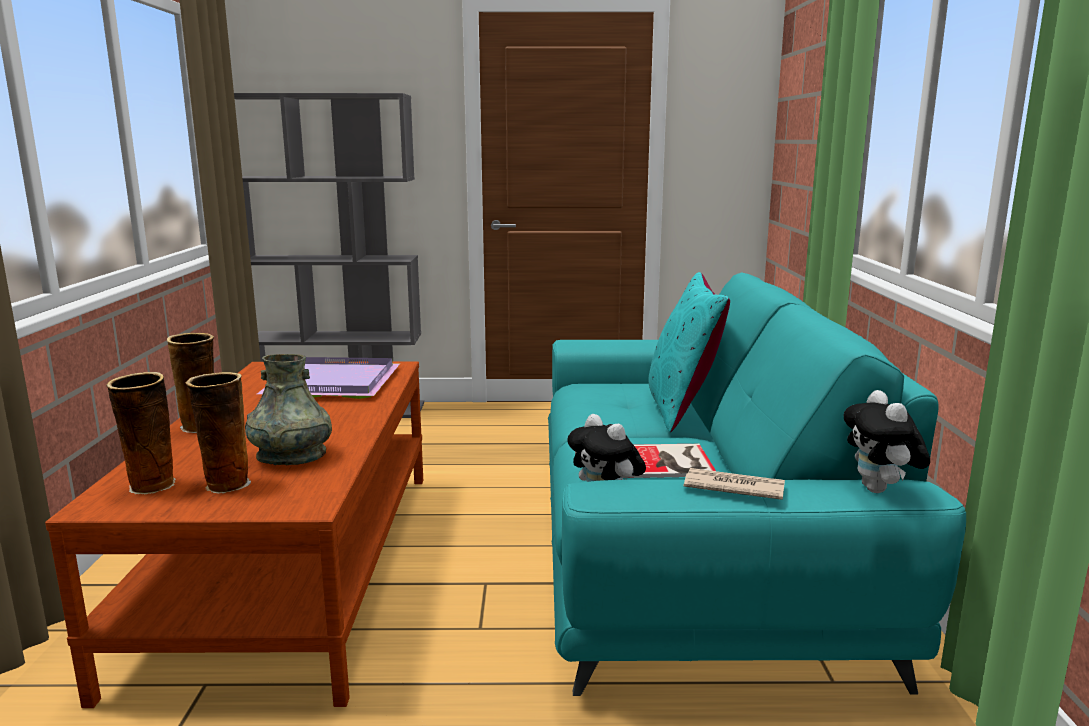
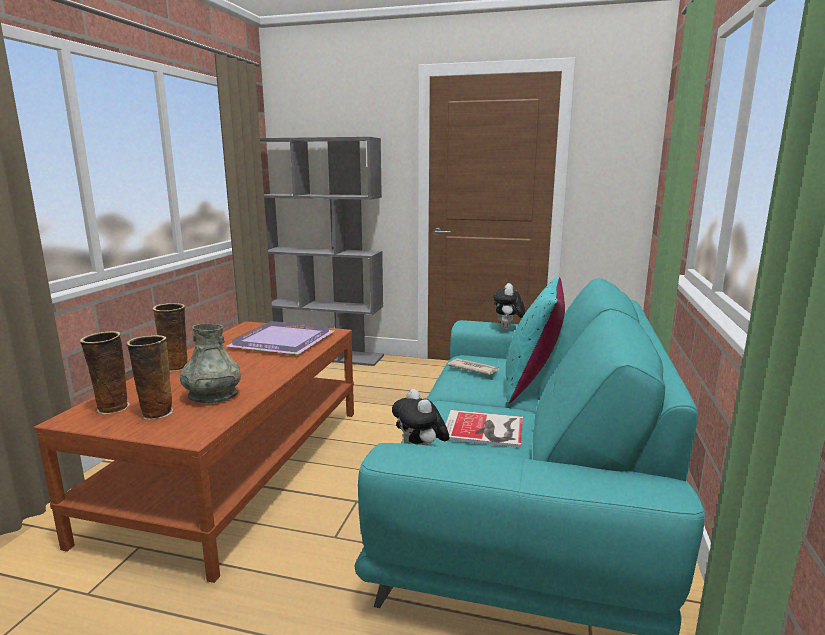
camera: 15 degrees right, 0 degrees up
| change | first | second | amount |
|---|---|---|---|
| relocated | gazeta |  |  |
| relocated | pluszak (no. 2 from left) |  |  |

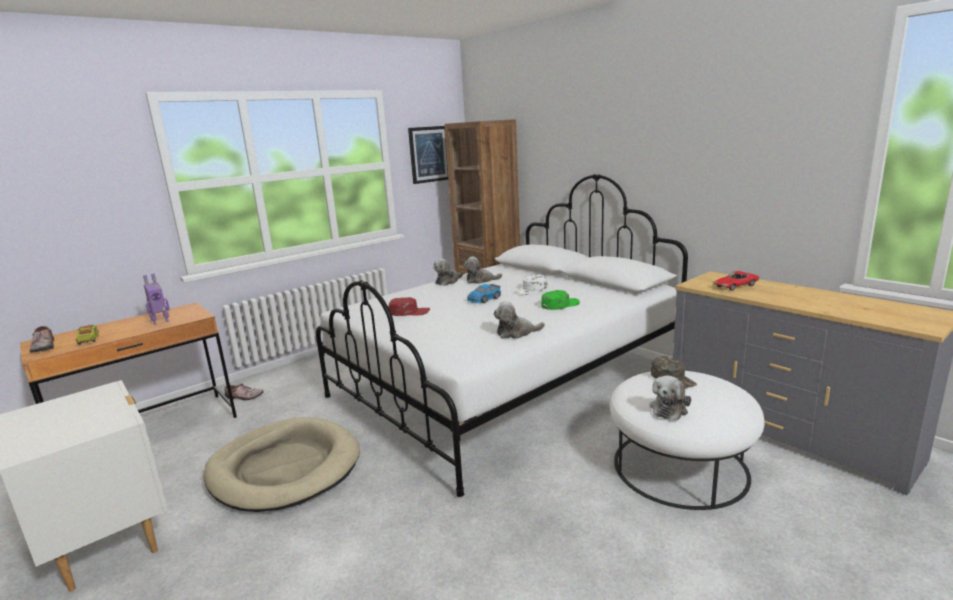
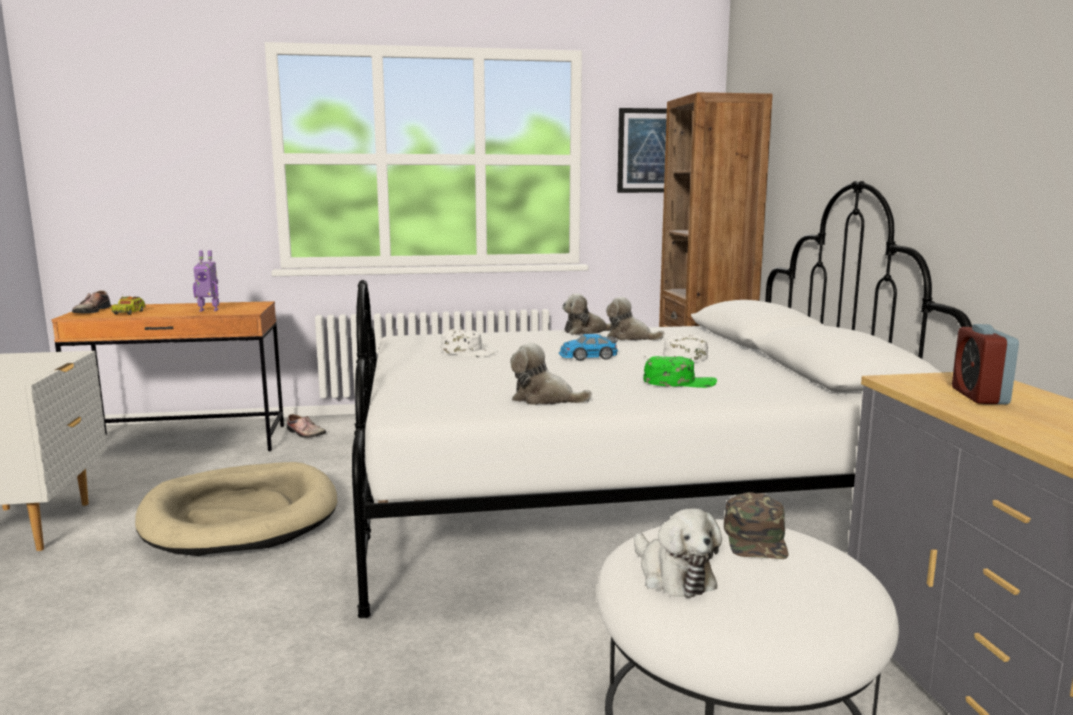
camera: 30 degrees right, 5 degrees down
| change | first | second | amount |
|---|---|---|---|
| colour | czapka z daszkiem [czerwony] | czapka z daszkiem [biały] (no. 1 from left) |  |
| spun | pluszak (no. 4 from left) |  | 90 degrees counterclockwise |
| exchanged | samochodzik (no. 2 from left) | budzik |  |

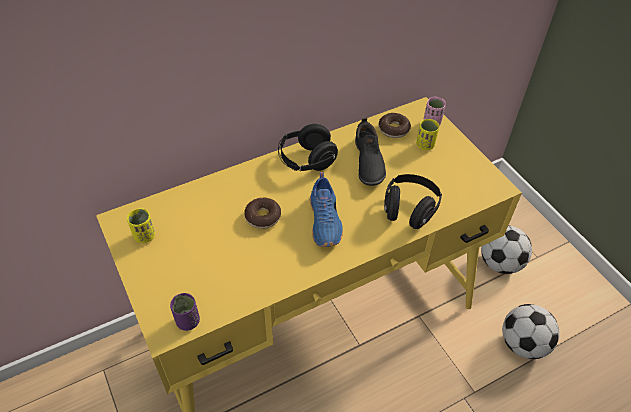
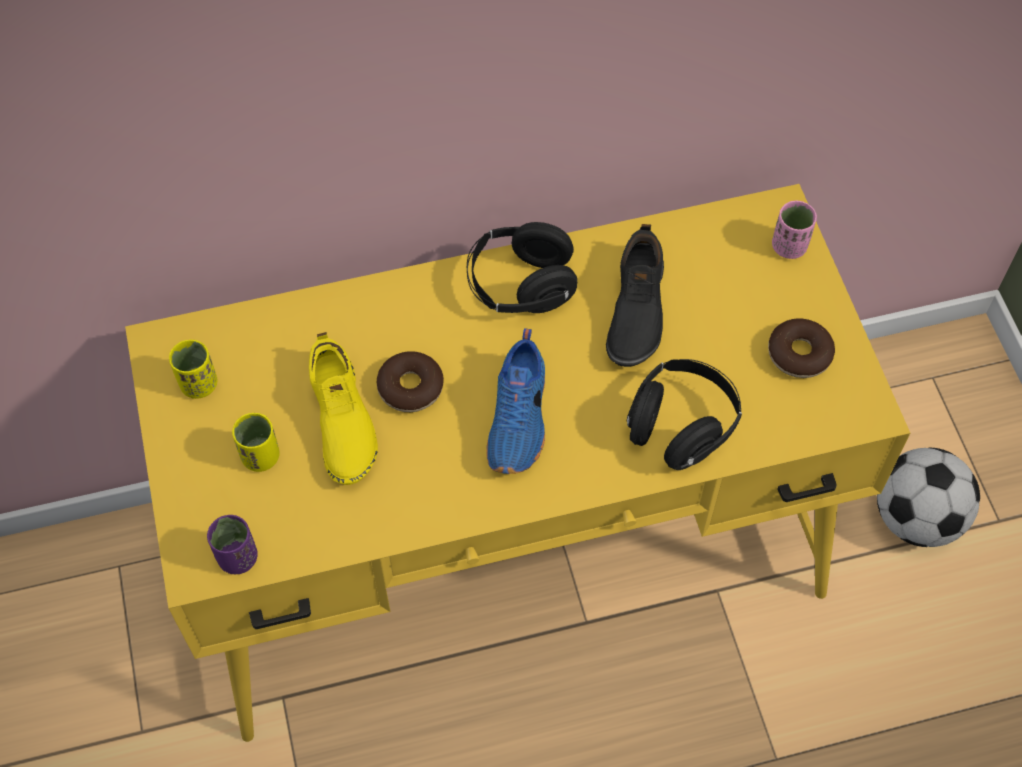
camera: 15 degrees right, 10 degrees up
| change | first | second | amount |
|---|---|---|---|
| relocated | donut (no. 2 from left) |  |  |
| relocated | filiżanka [żółty] (no. 2 from left) |  |  |
| missing | piłka futbolowa (no. 2 from left) |  |  |
| appeared |  | but [żółty] |  |

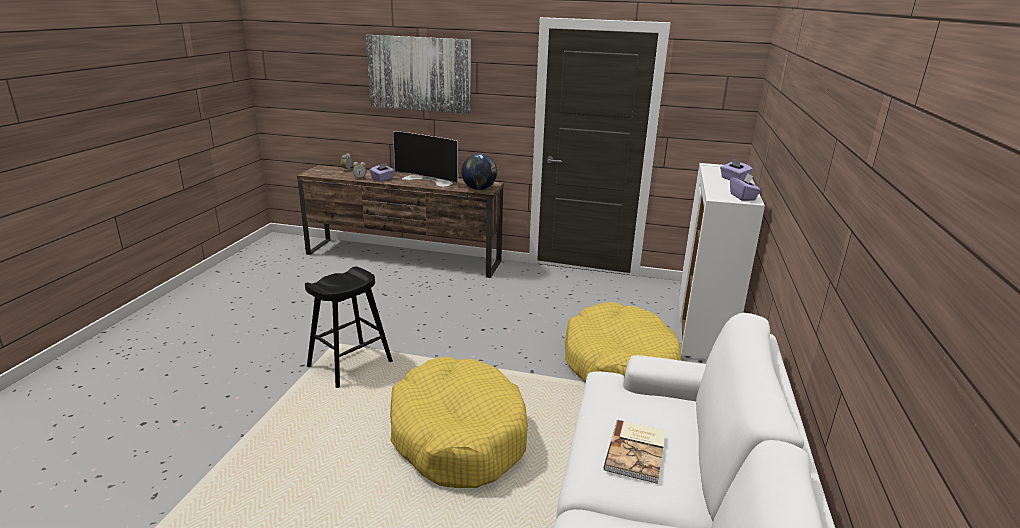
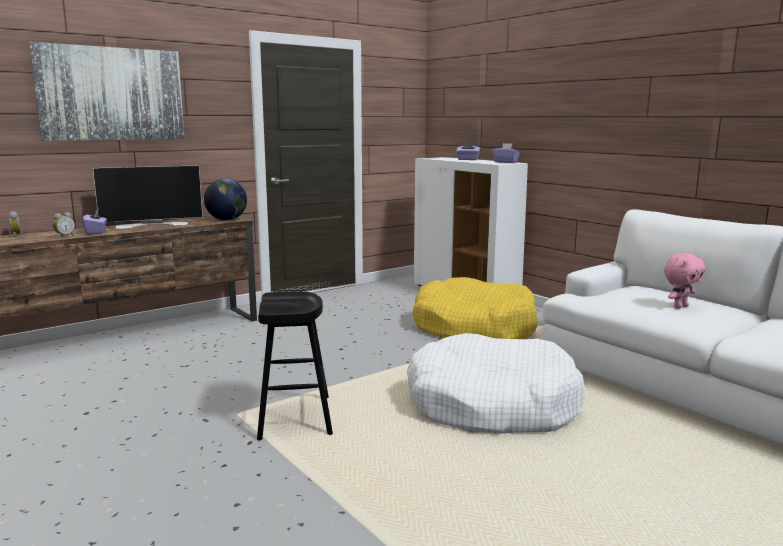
camera: 50 degrees left, 10 degrees down
| change | first | second | amount |
|---|---|---|---|
| colour | legowisko [żółty] (no. 1 from left) | legowisko [biały] |  |
| exchanged | książka | pluszak [różowy] |  |

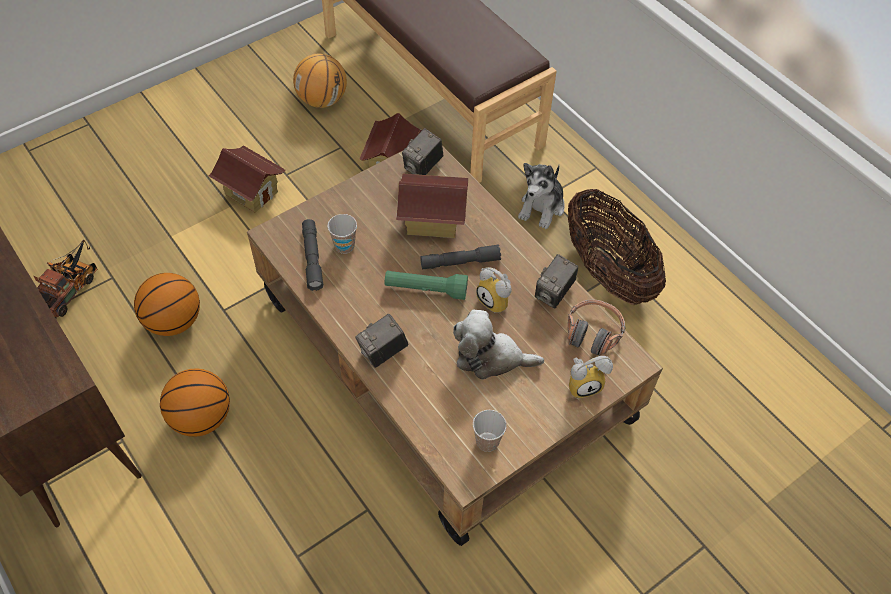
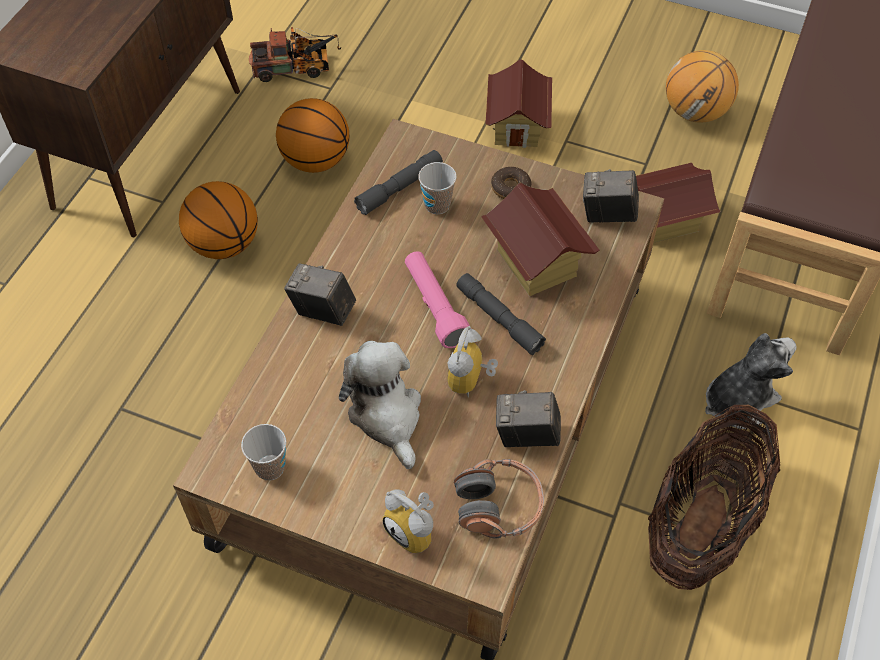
camera: 60 degrees right, 0 degrees up
| change | first | second | amount |
|---|---|---|---|
| colour | latarka [zielony] | latarka [różowy] |  |
| spun | pluszak (no. 2 from left) |  | 150 degrees clockwise |
| appeared |  | donut |  |

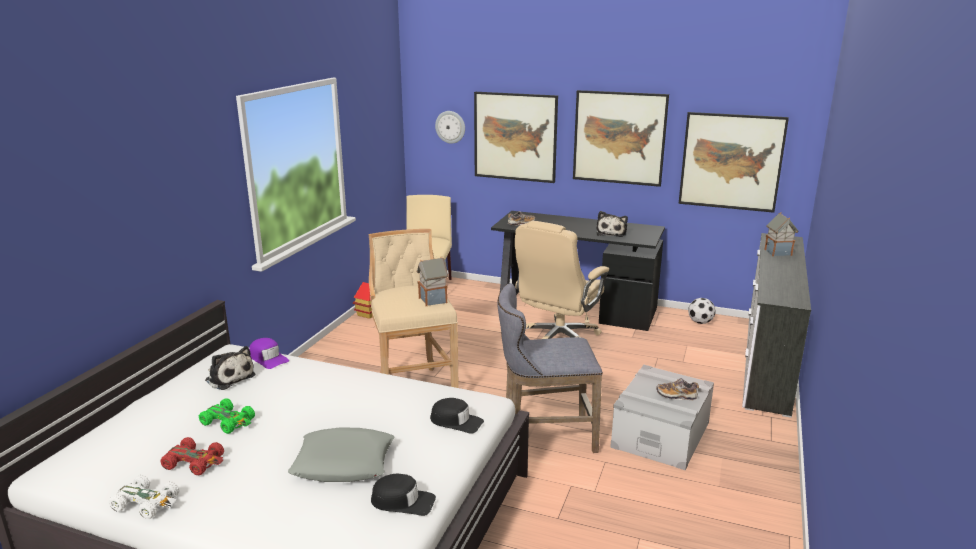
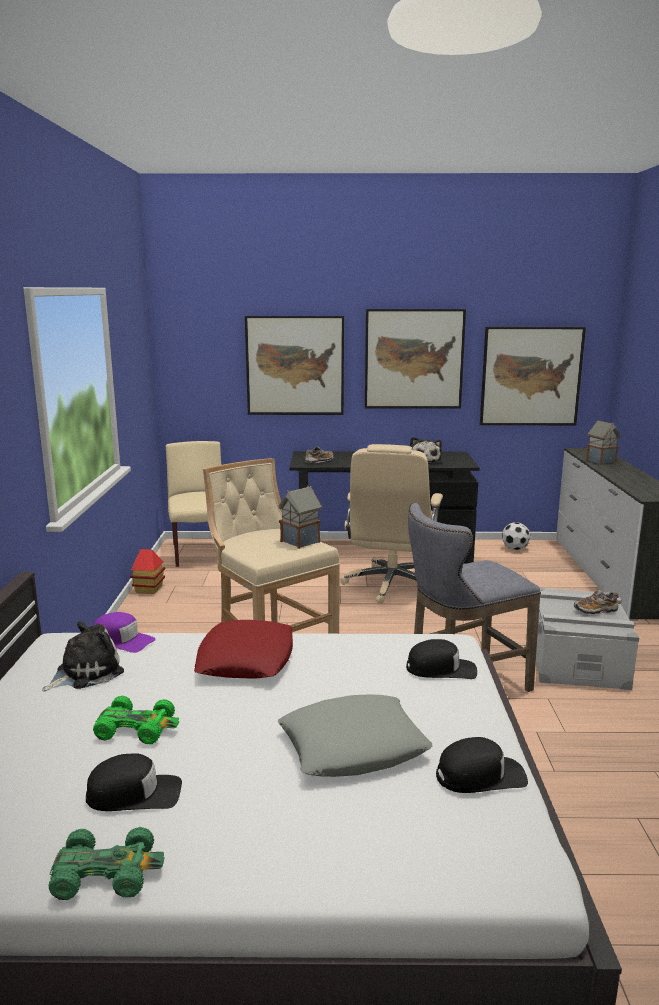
camera: 20 degrees left, 5 degrees down
| change | first | second | amount |
|---|---|---|---|
| colour | samochodzik [biały] | samochodzik [zielony] (no. 1 from left) |  |
| exchanged | samochodzik [czerwony] | czapka z daszkiem [czarny] (no. 1 from left) |  |
| spun | pluszak (no. 1 from left) |  | 60 degrees counterclockwise |
| missing | zegar ścienny |  |  |
| appeared |  | poduszka [czerwony] |  |

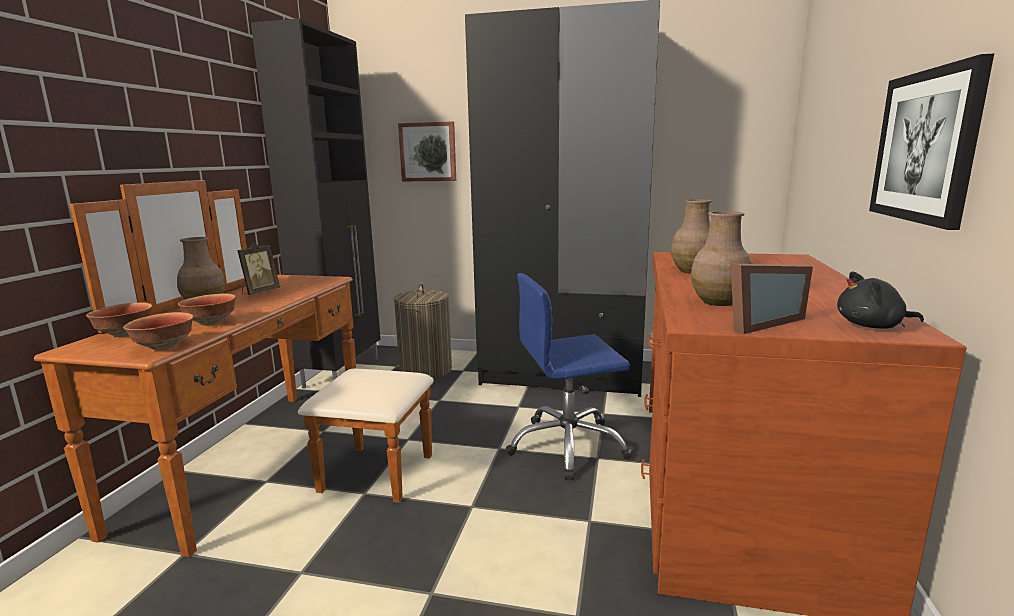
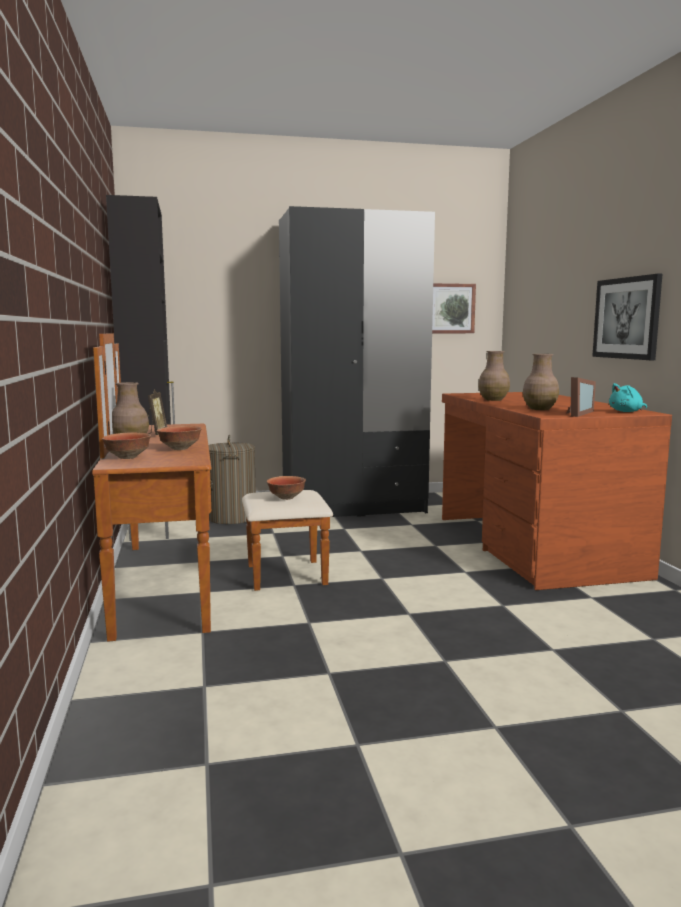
camera: 25 degrees left, 5 degrees down
| change | first | second | amount |
|---|---|---|---|
| relocated | miska (no. 2 from left in the first image) | miska (no. 3 from left) |  |
| relocated | obraz (no. 1 from left) |  |  |
| missing | krzesło biurowe [niebieski] |  |  |
| colour | pluszak [czarny] | pluszak [turkusowy] |  |

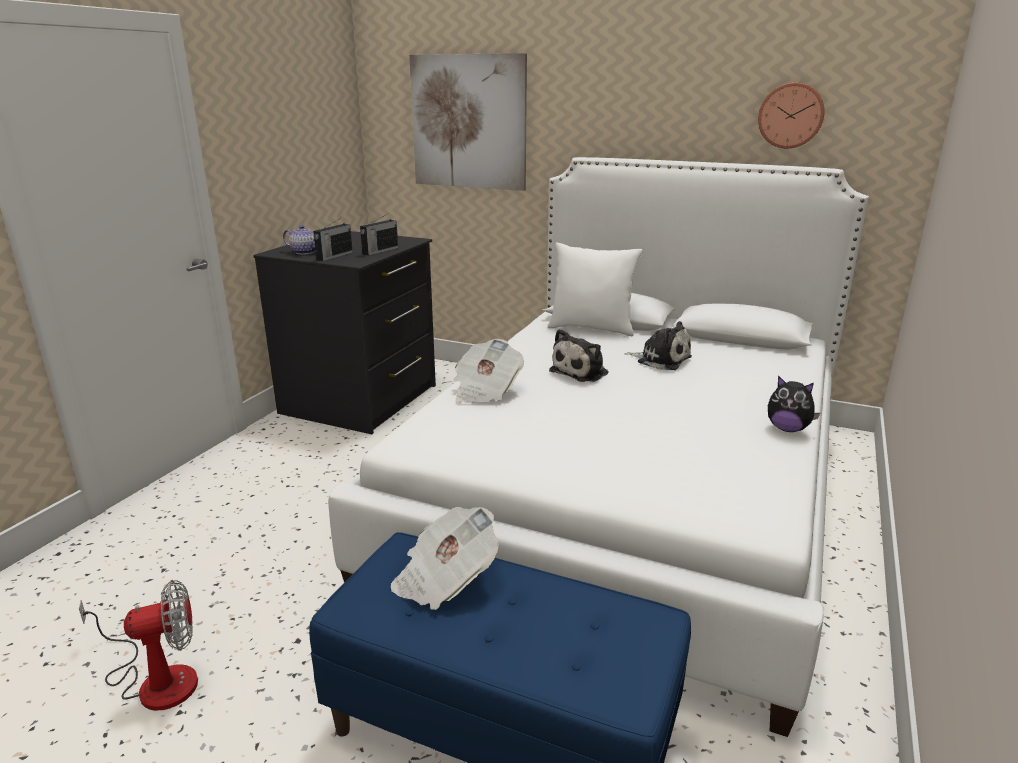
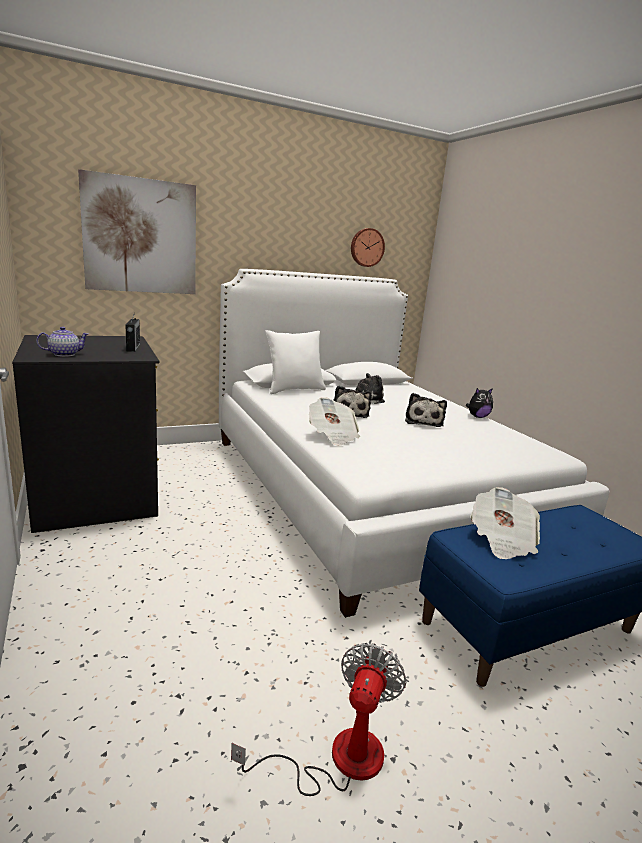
camera: 50 degrees left, 5 degrees down
| change | first | second | amount |
|---|---|---|---|
| missing | radio (no. 1 from left) |  |  |
| appeared |  | pluszak (no. 3 from left) |  |

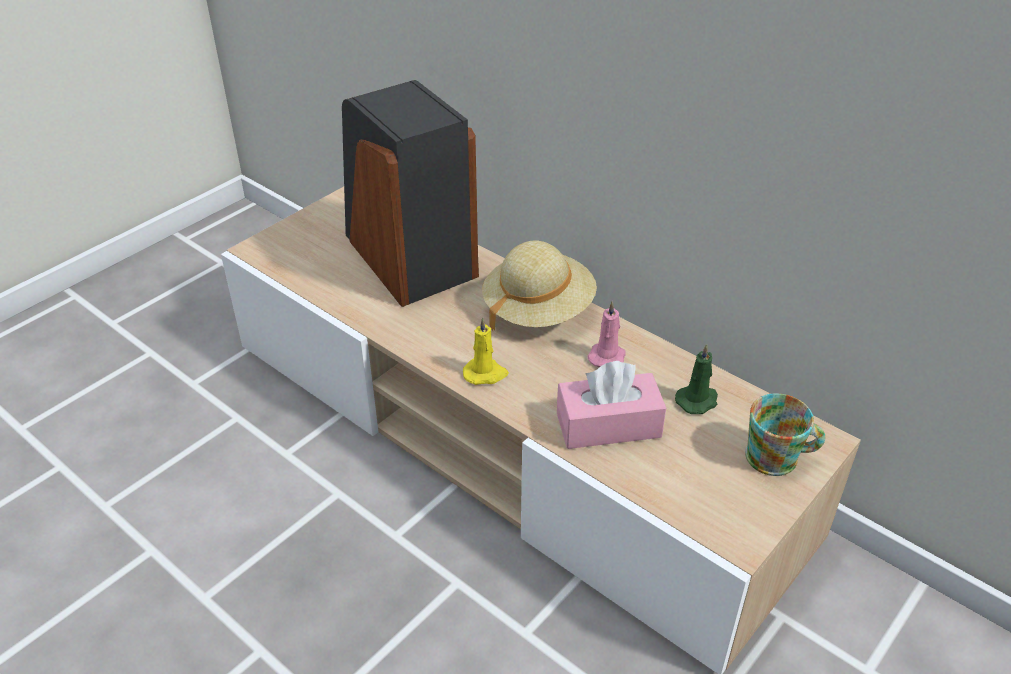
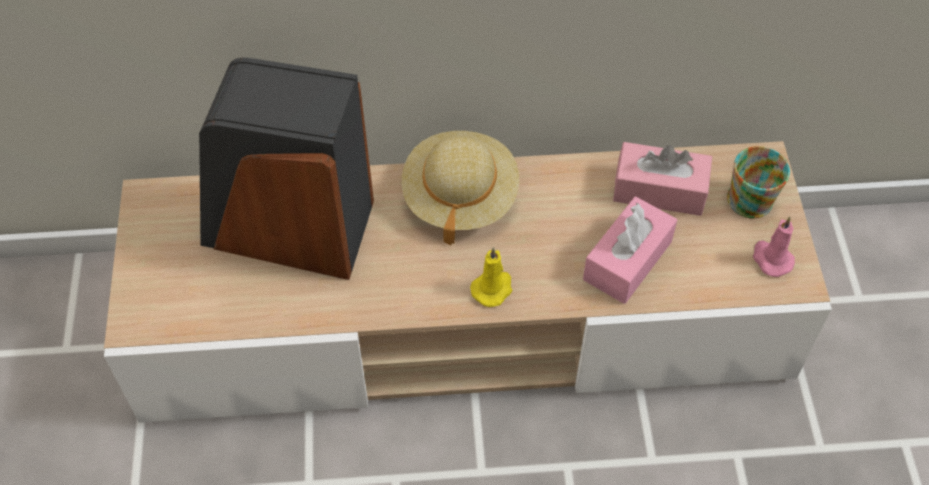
camera: 45 degrees left, 15 degrees up
| change | first | second | amount |
|---|---|---|---|
| relocated | świeca [różowy] |  |  |
| exchanged | świeca [zielony] | pudełko chusteczek [różowy] (no. 2 from left) |  |

